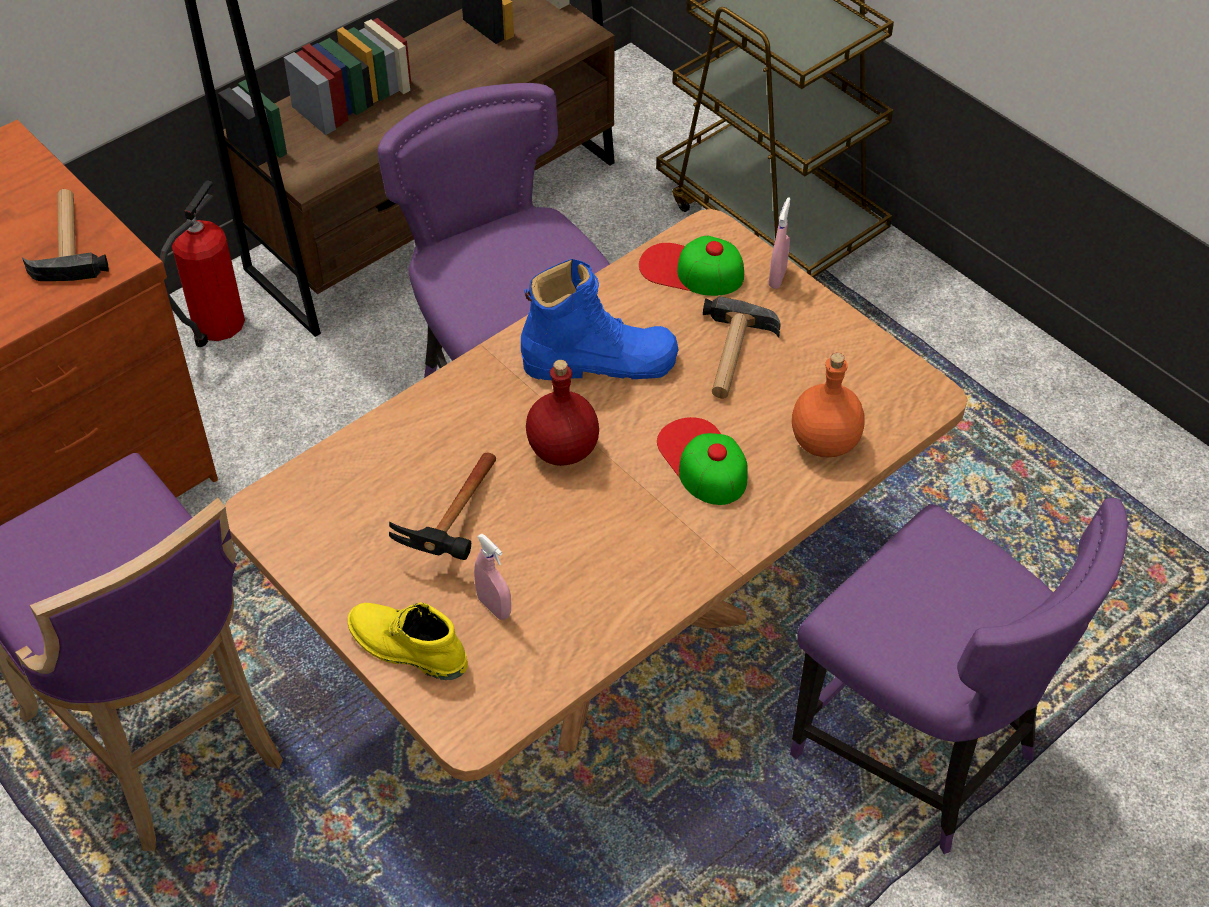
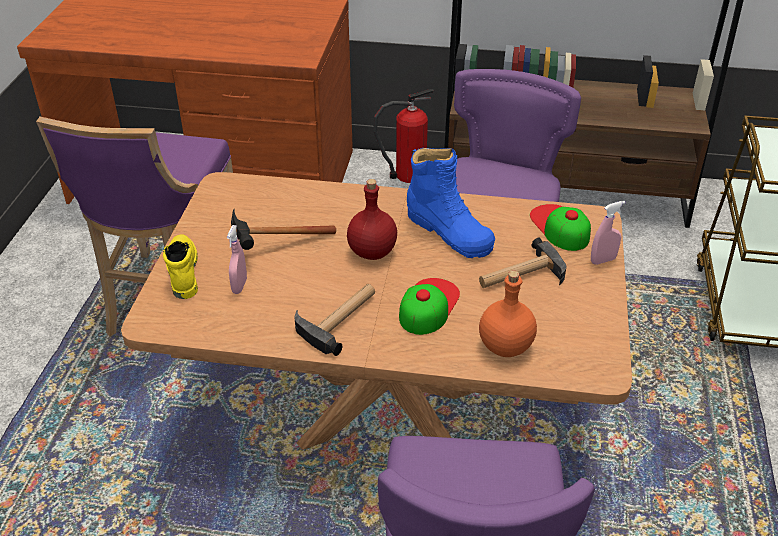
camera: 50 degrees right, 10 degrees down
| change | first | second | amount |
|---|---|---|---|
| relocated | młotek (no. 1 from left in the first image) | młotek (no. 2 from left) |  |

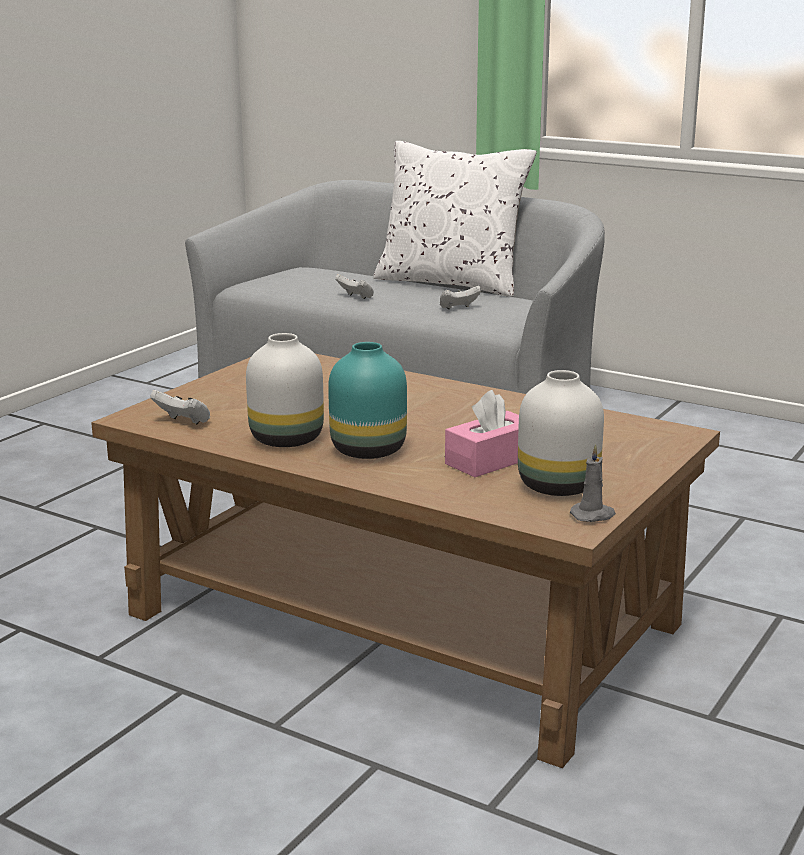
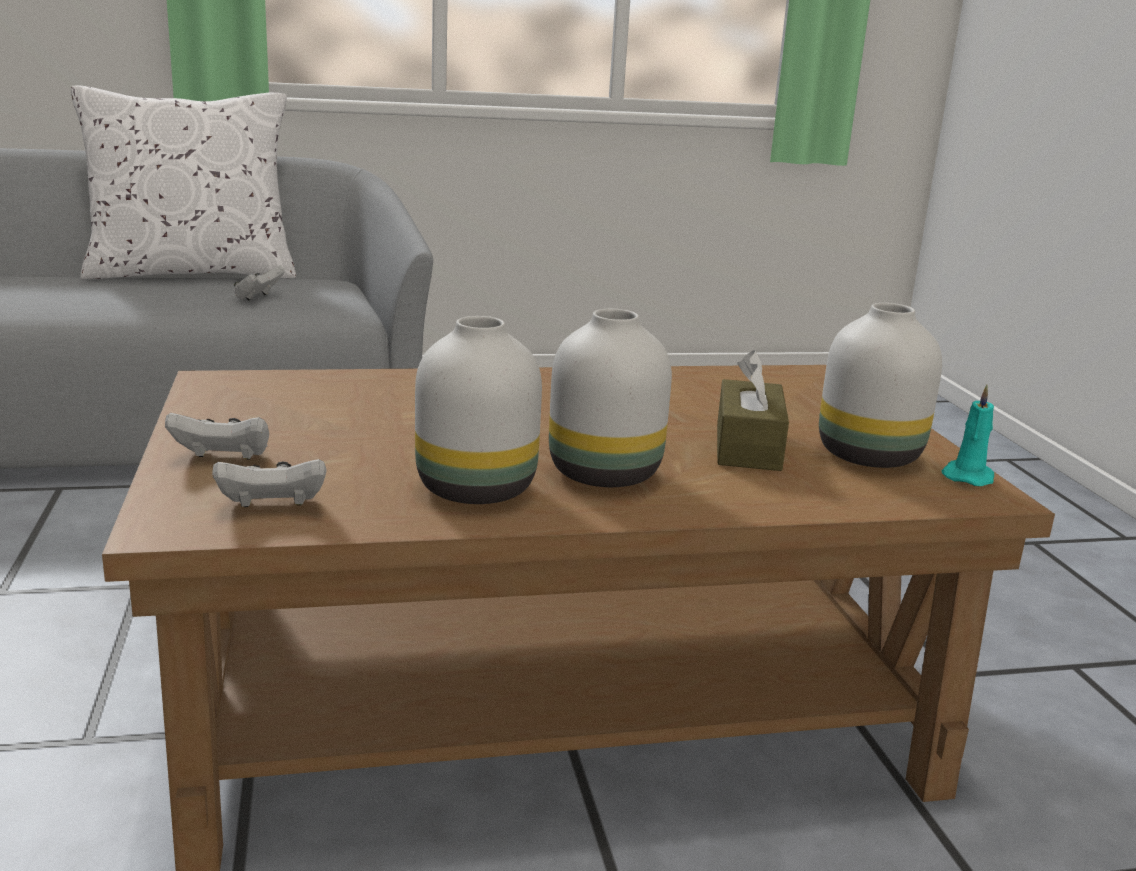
camera: 45 degrees left, 0 degrees up
| change | first | second | amount |
|---|---|---|---|
| colour | wazon [turkusowy] | wazon [biały] (no. 2 from left) |  |
| relocated | pad do gier [biały] (no. 2 from left in the first image) | pad do gier [biały] (no. 1 from left) |  |
| colour | pudełko chusteczek [różowy] | pudełko chusteczek [brązowy] |  |
| colour | świeca [szary] | świeca [turkusowy] |  |

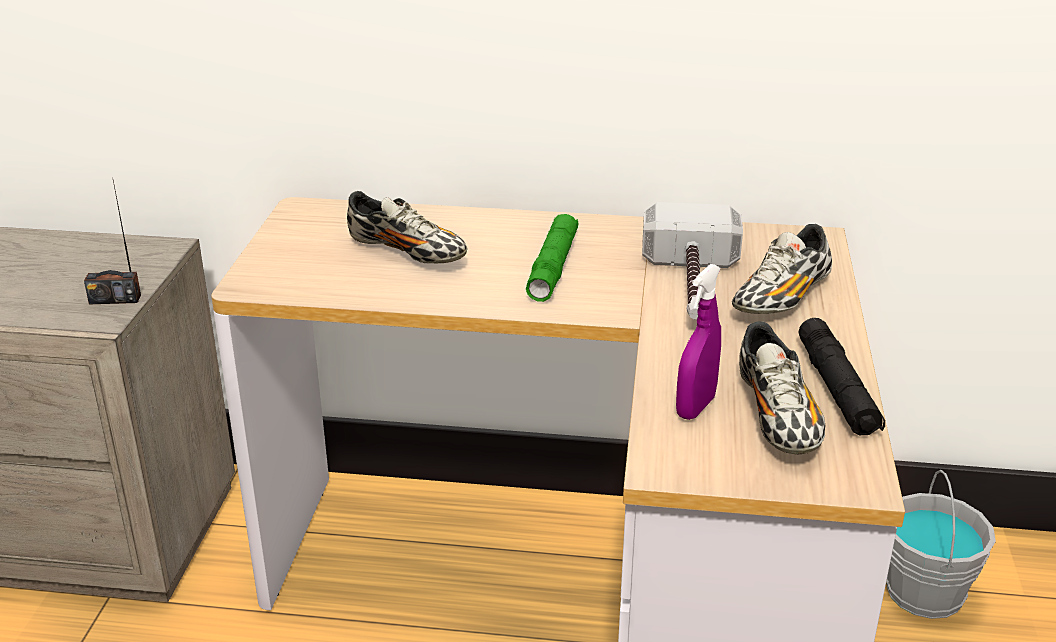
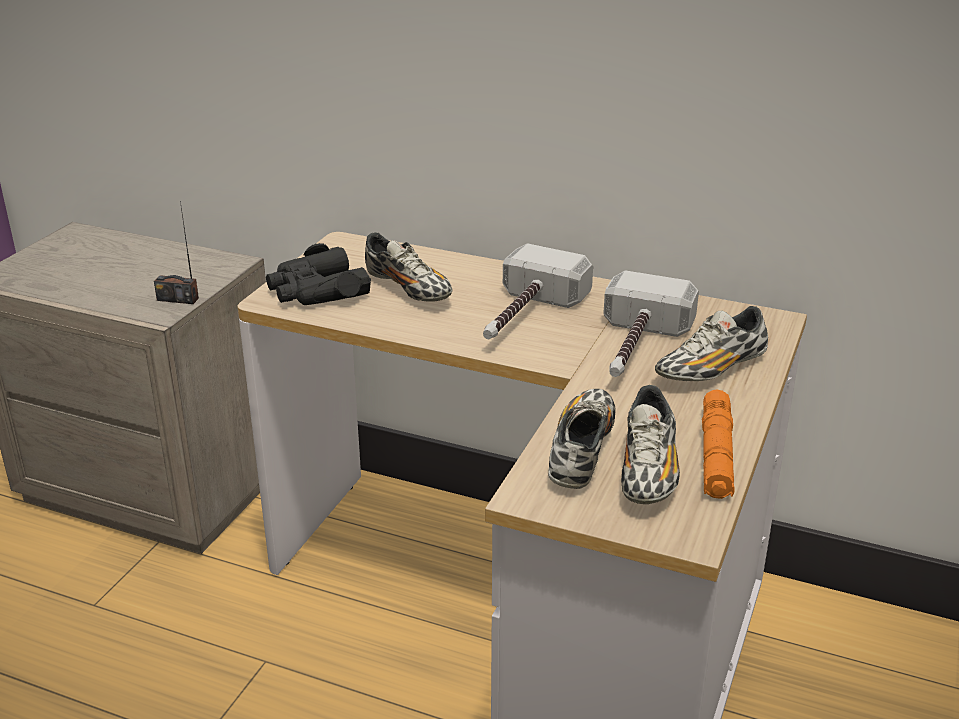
camera: 15 degrees right, 0 degrees up
| change | first | second | amount |
|---|---|---|---|
| exchanged | latarka [zielony] | młotek (no. 1 from left) |  |
| exchanged | spryskiwacz [fioletowy] | but (no. 2 from left) |  |
| colour | latarka [czarny] | latarka [pomarańczowy] |  |
| missing | wiadro [szary] |  |  |
| appeared |  | lornetka [czarny] |  |

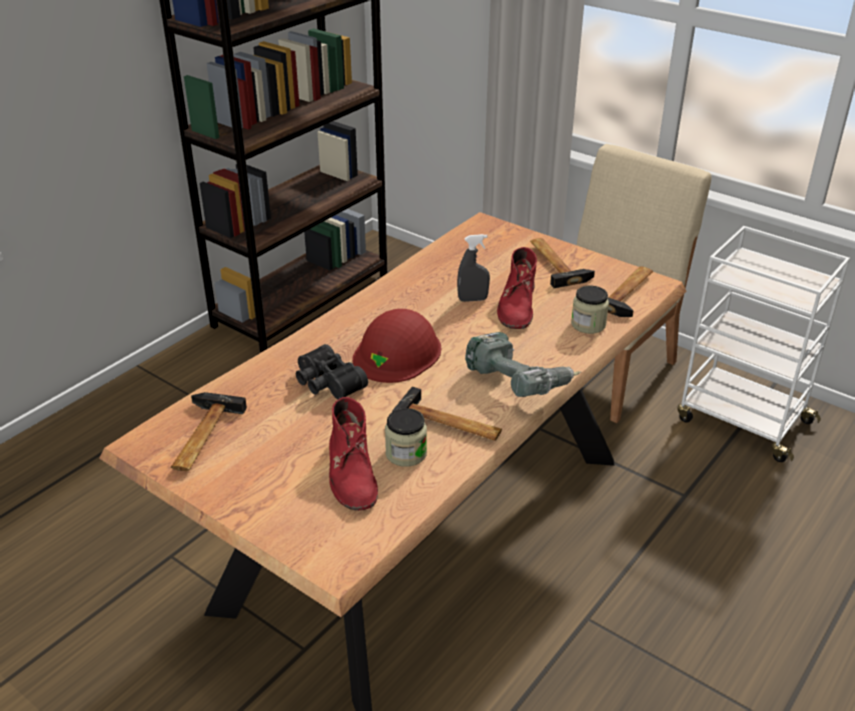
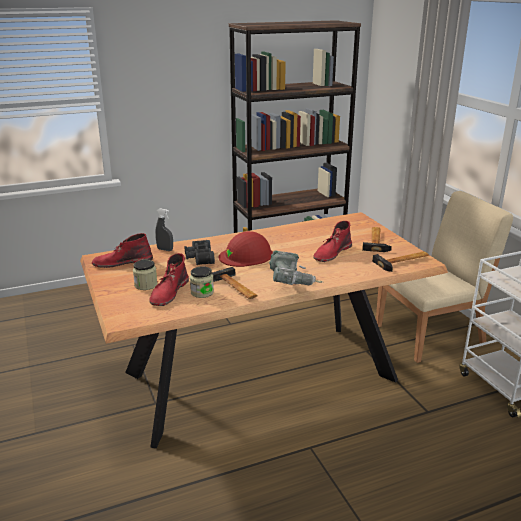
camera: 30 degrees right, 10 degrees down
| change | first | second | amount |
|---|---|---|---|
| exchanged | młotek (no. 1 from left) | but z cholewką [czerwony] (no. 1 from left) |  |
| relocated | spryskiwacz [szary] |  |  |
| relocated | słoik (no. 2 from left in the first image) | słoik (no. 1 from left) |  |

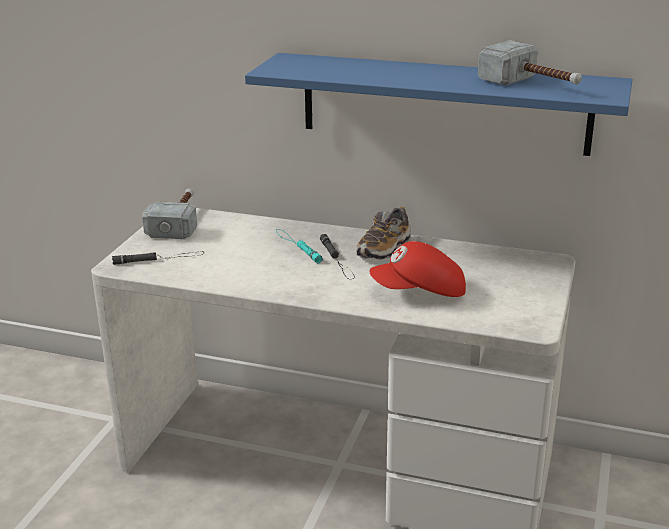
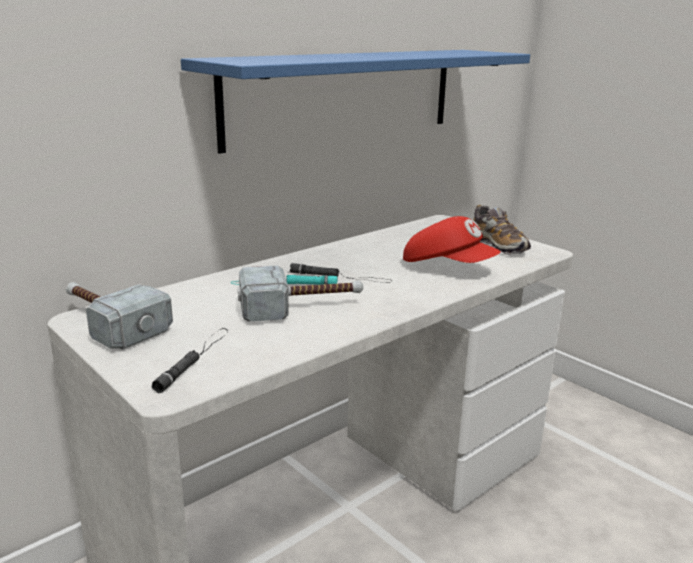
camera: 60 degrees left, 5 degrees down
| change | first | second | amount |
|---|---|---|---|
| relocated | but |  |  |
| spun | czapka z daszkiem [czerwony] |  | 75 degrees counterclockwise |
| relocated | młotek (no. 2 from left) |  |  |

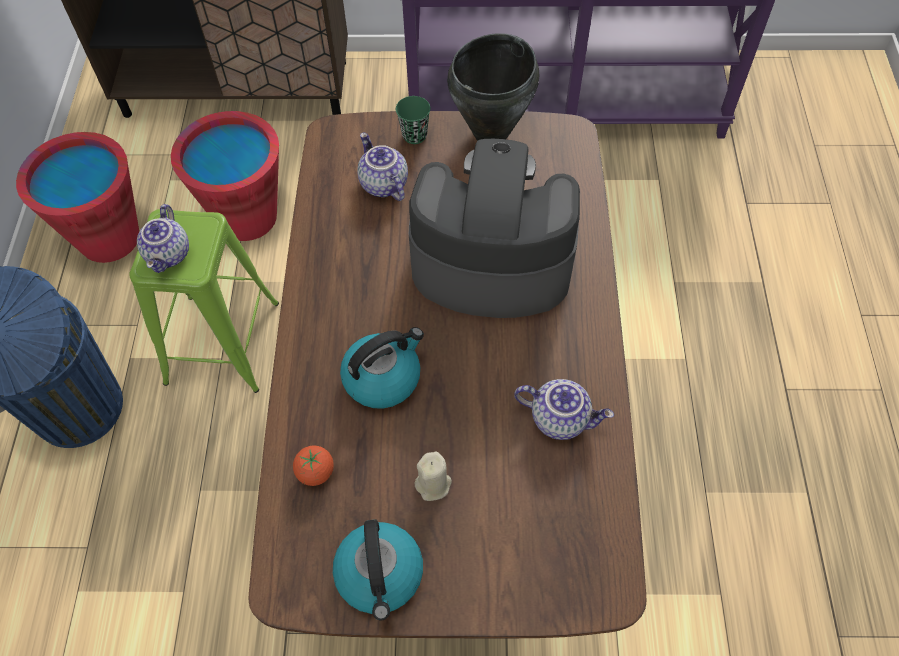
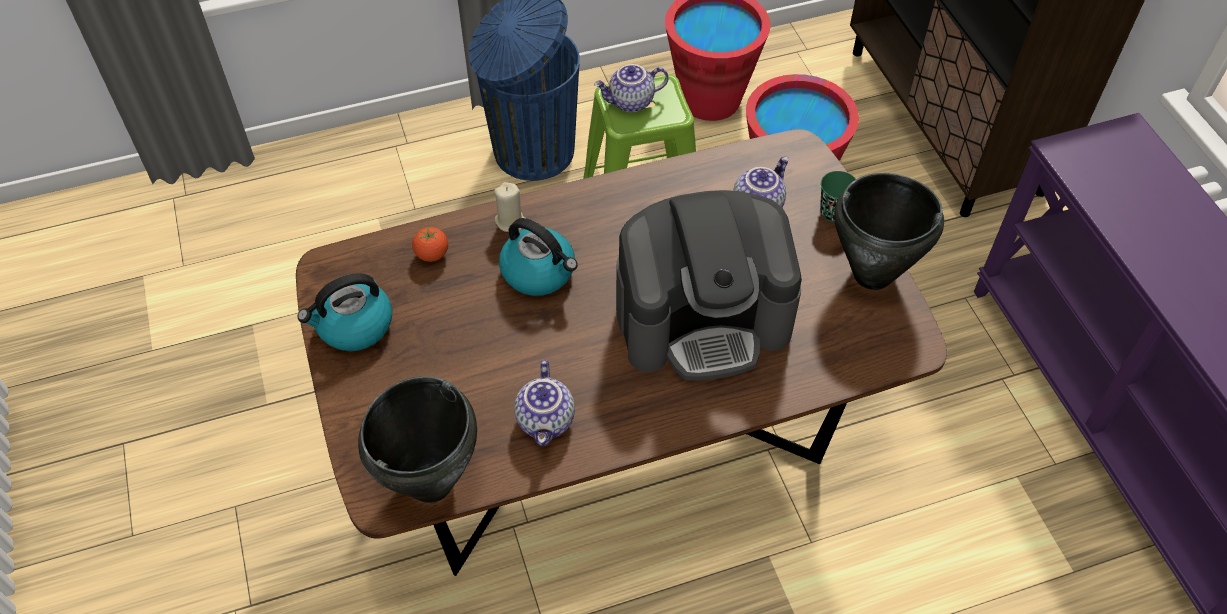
camera: 70 degrees right, 5 degrees down
| change | first | second | amount |
|---|---|---|---|
| spun | ekspres do kawy |  | 90 degrees clockwise |
| relocated | świeca [beżowy] |  |  |
| appeared |  | garnek [czarny] (no. 1 from left) |  |

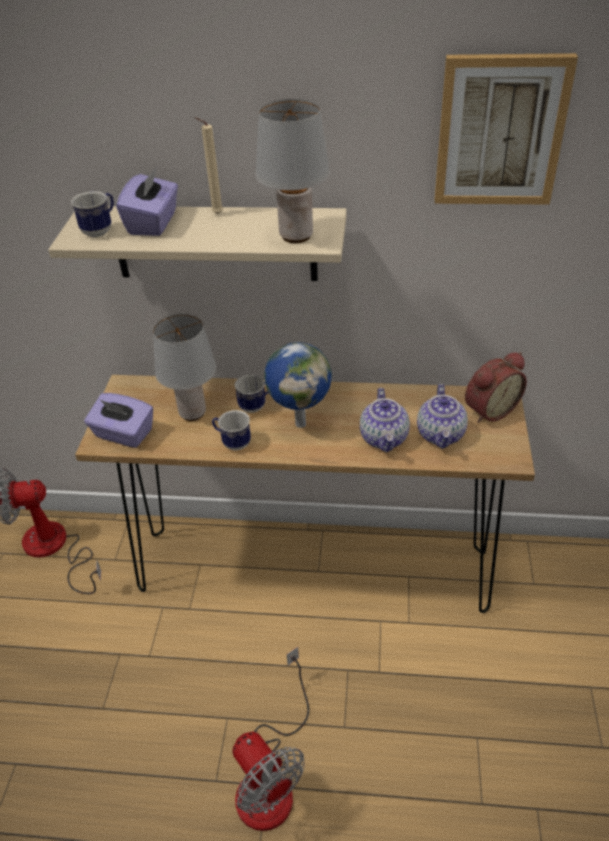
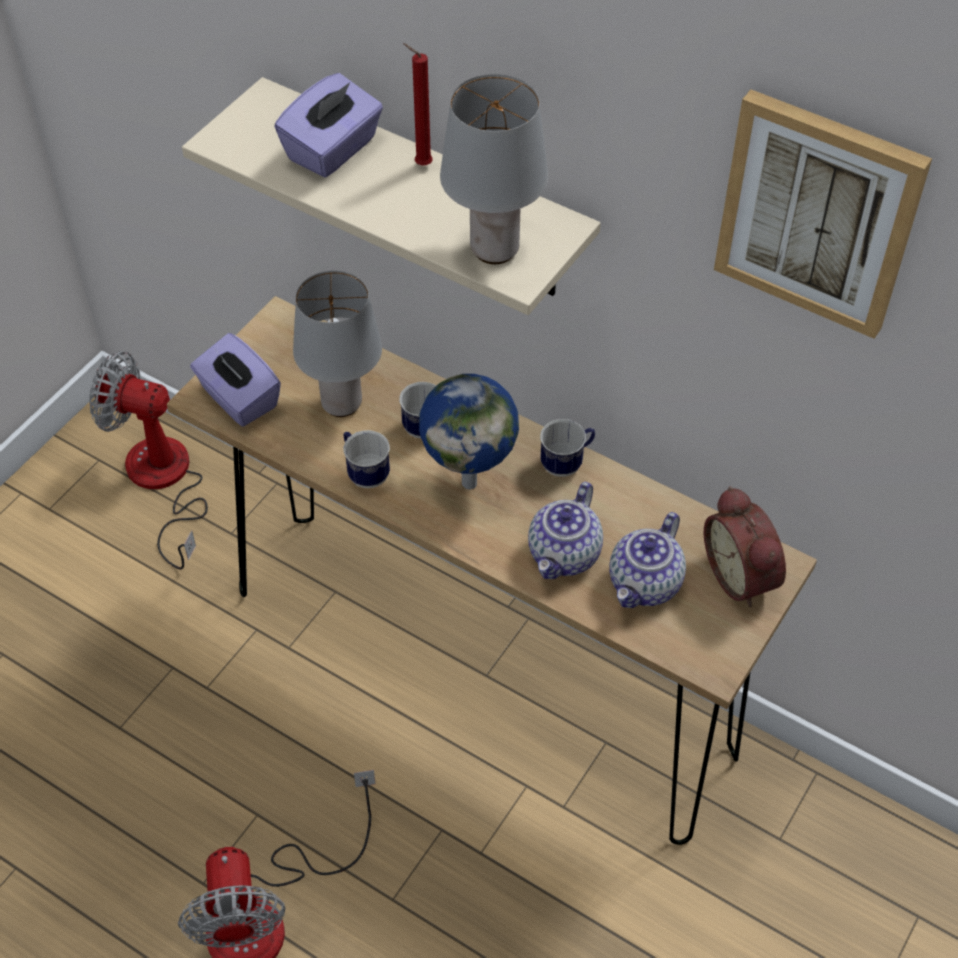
camera: 25 degrees right, 10 degrees up
| change | first | second | amount |
|---|---|---|---|
| relocated | kubek (no. 1 from left in the first image) | kubek (no. 3 from left) |  |
| colour | świeca [beżowy] | świeca [czerwony] |  |
| spun | budzik |  | 75 degrees clockwise |

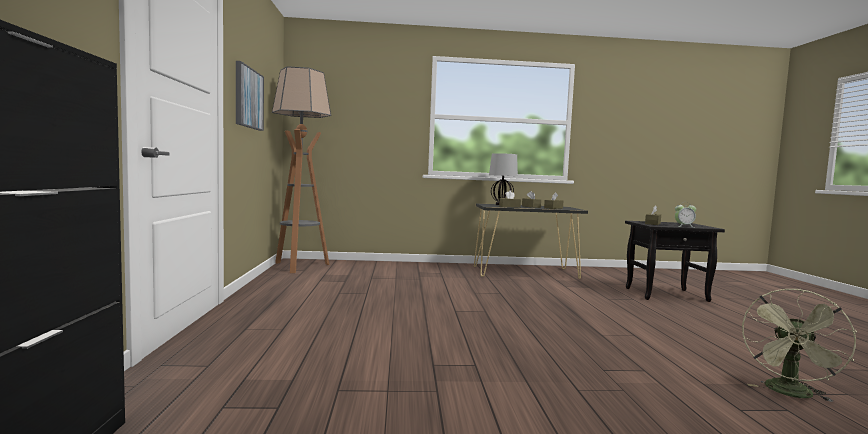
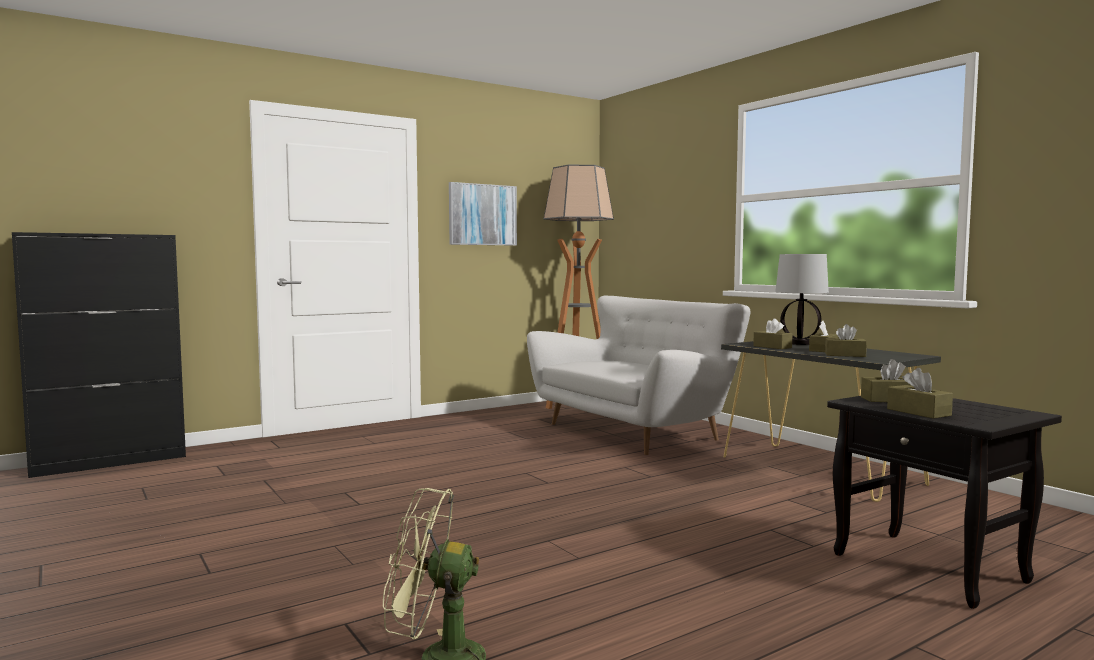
camera: 60 degrees right, 0 degrees up
| change | first | second | amount |
|---|---|---|---|
| exchanged | budzik | pudełko chusteczek [brązowy] (no. 5 from left) |  |
| appeared |  | kanapa [biały] |  |

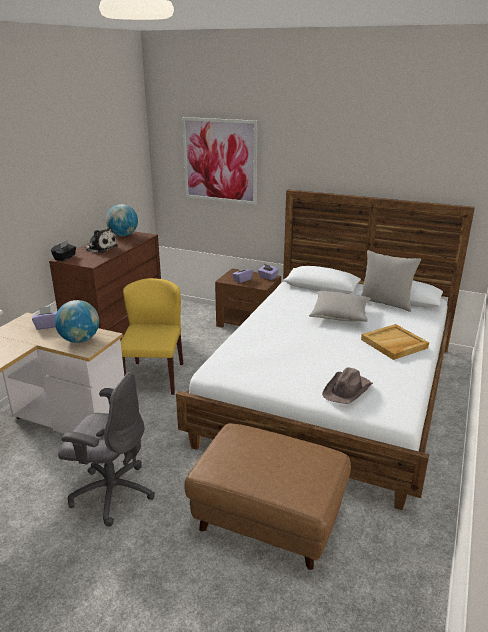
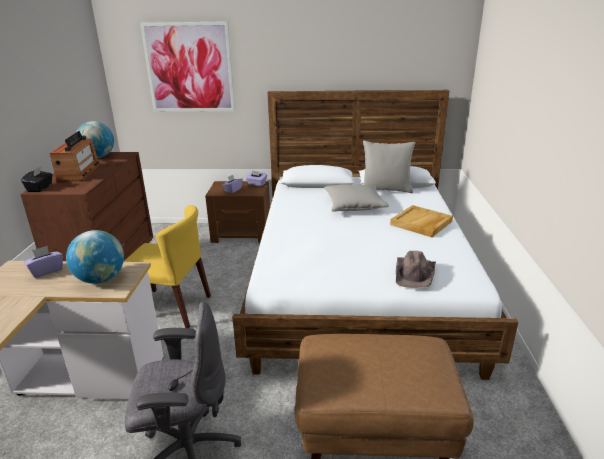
camera: 20 degrees left, 0 degrees up
| change | first | second | amount |
|---|---|---|---|
| exchanged | pluszak | radio |  |
| spun | krzesło [żółty] |  | 120 degrees clockwise |

